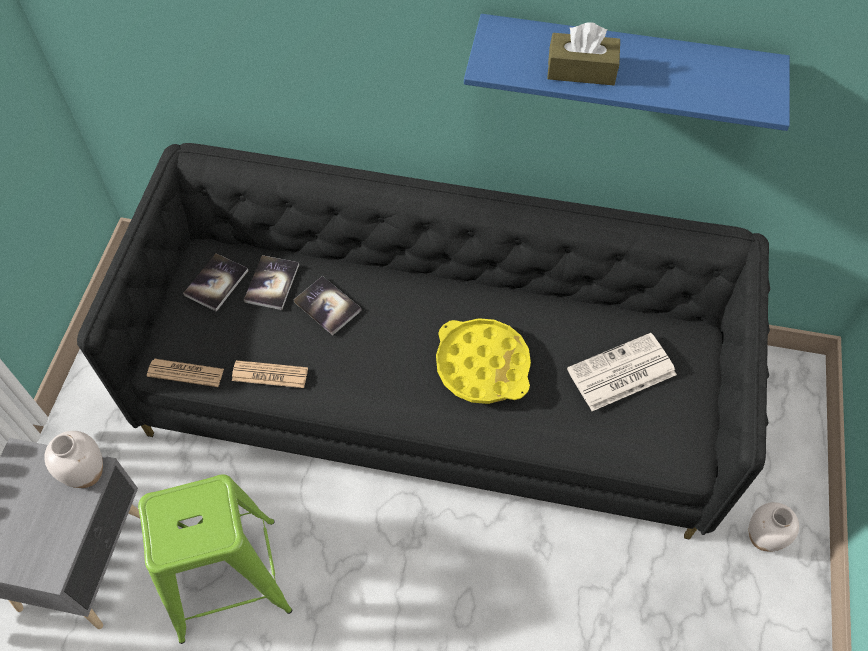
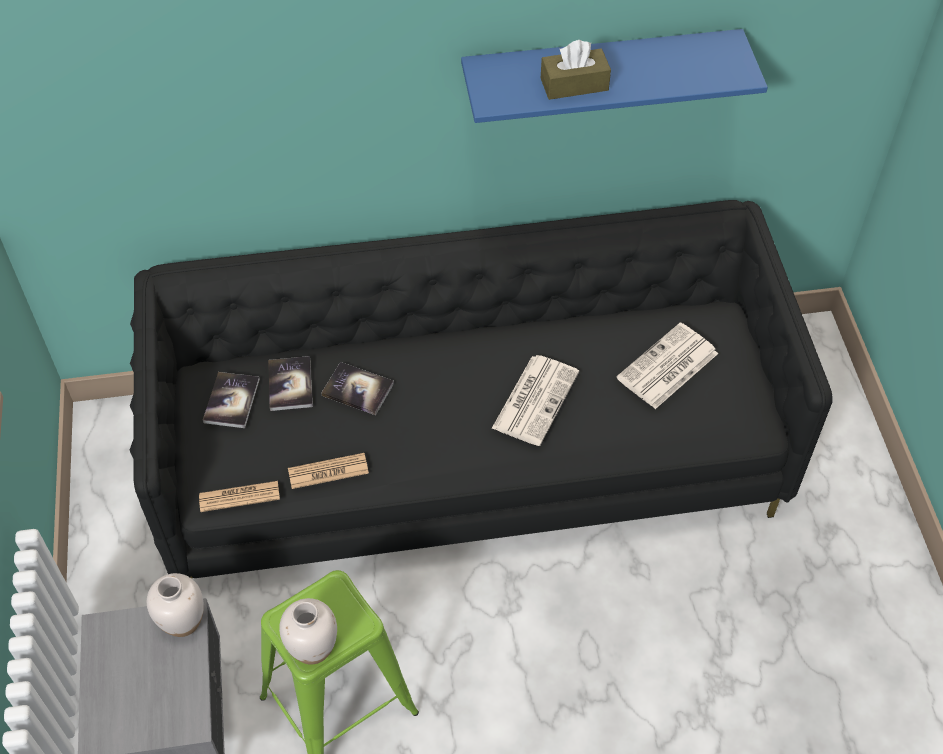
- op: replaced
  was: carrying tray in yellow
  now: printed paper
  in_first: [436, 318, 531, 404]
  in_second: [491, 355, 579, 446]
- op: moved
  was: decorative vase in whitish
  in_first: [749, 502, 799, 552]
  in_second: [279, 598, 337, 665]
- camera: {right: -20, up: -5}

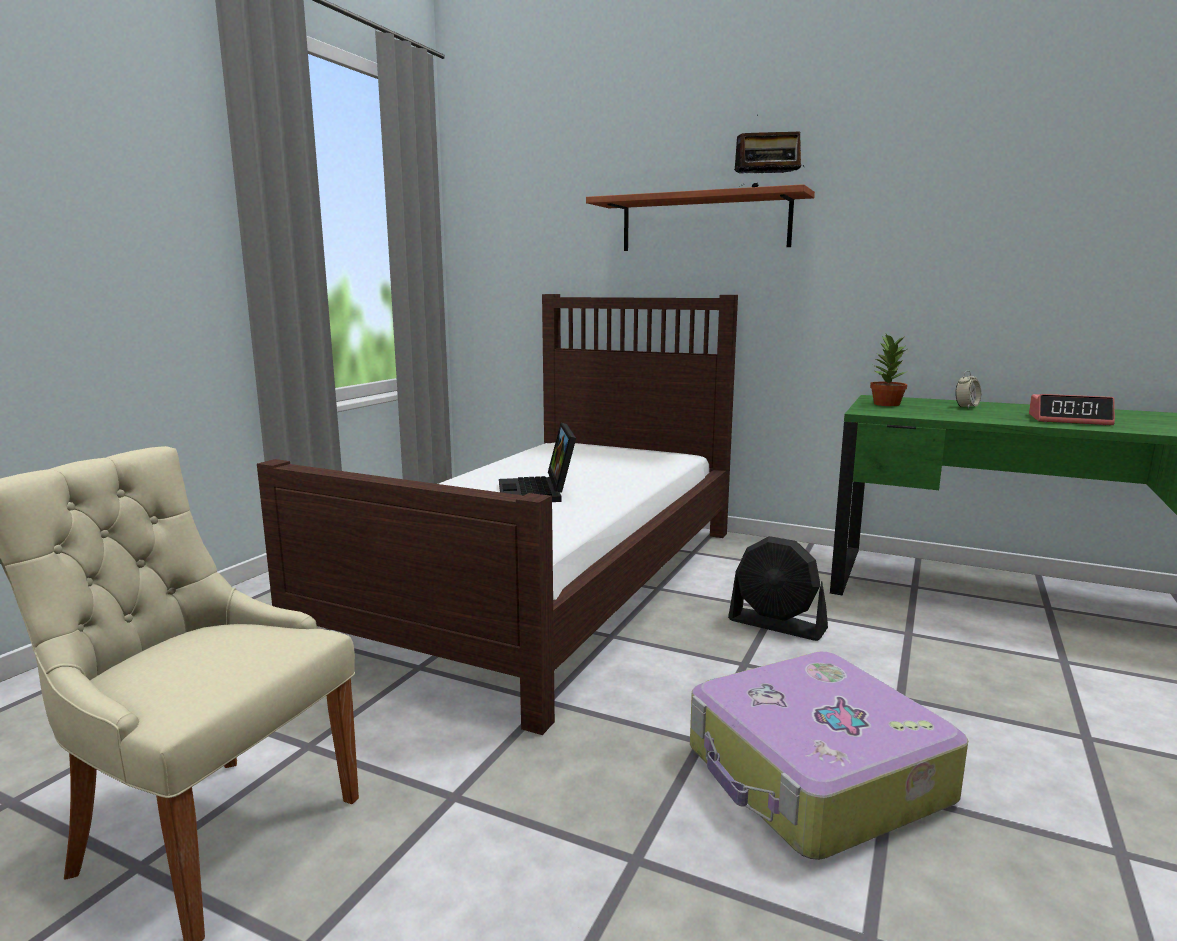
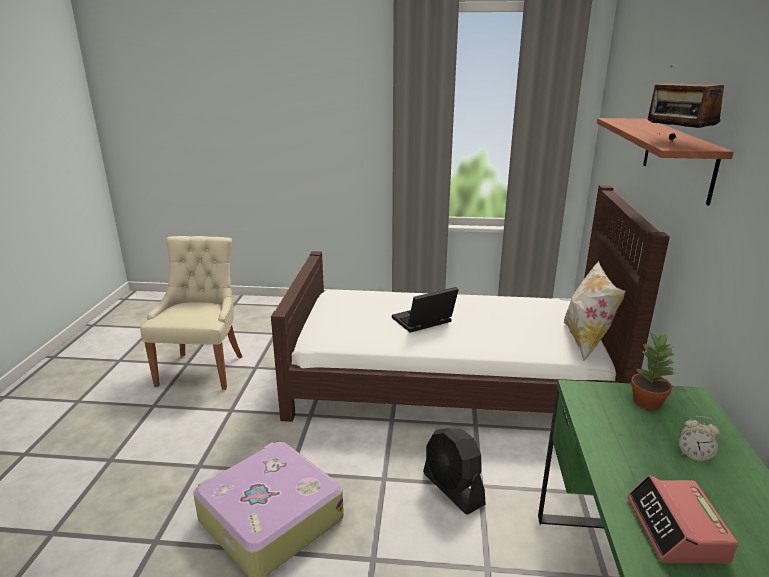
- op: turned
  was: cooling fan in blackish
  in_first: [728, 536, 828, 641]
  in_second: [423, 428, 486, 515]
  clockwise: -45
- op: added
  now: throw pillow
  in_second: [563, 261, 626, 361]
- camera: {right: 70, up: 10}

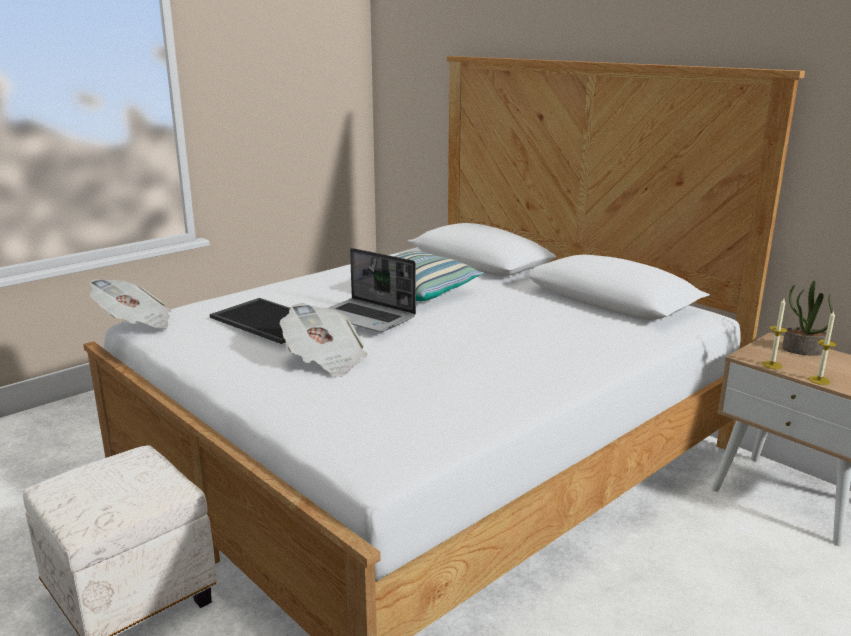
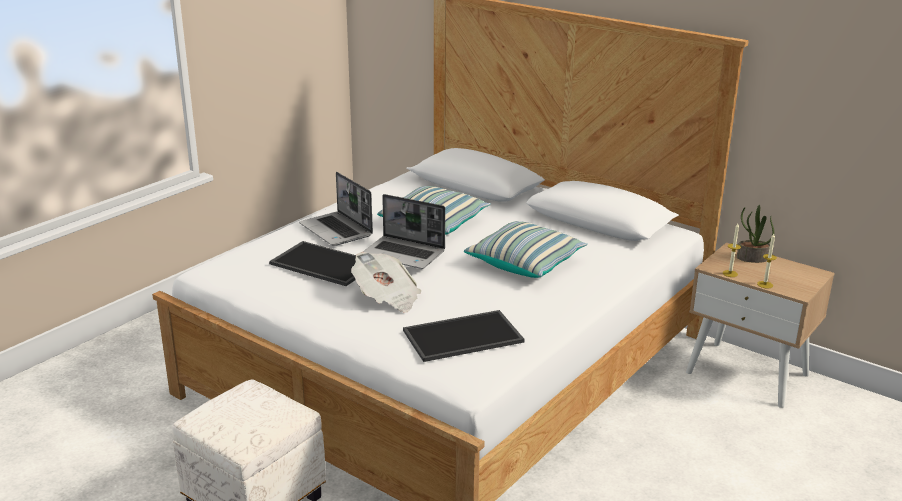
- op: removed
  was: printed paper
  in_first: [89, 279, 171, 329]
- op: added
  now: portable computer
  in_second: [299, 172, 373, 246]
- op: added
  now: carrying tray
  in_second: [403, 310, 525, 362]
- op: added
  now: throw pillow
  in_second: [464, 221, 588, 278]
- camera: {right: -10, up: 5}

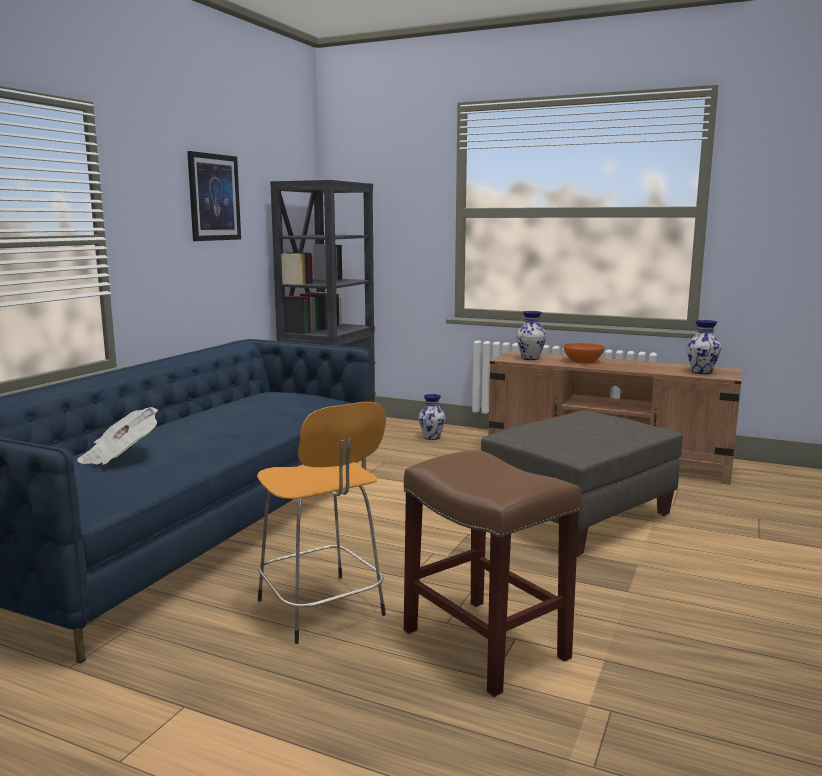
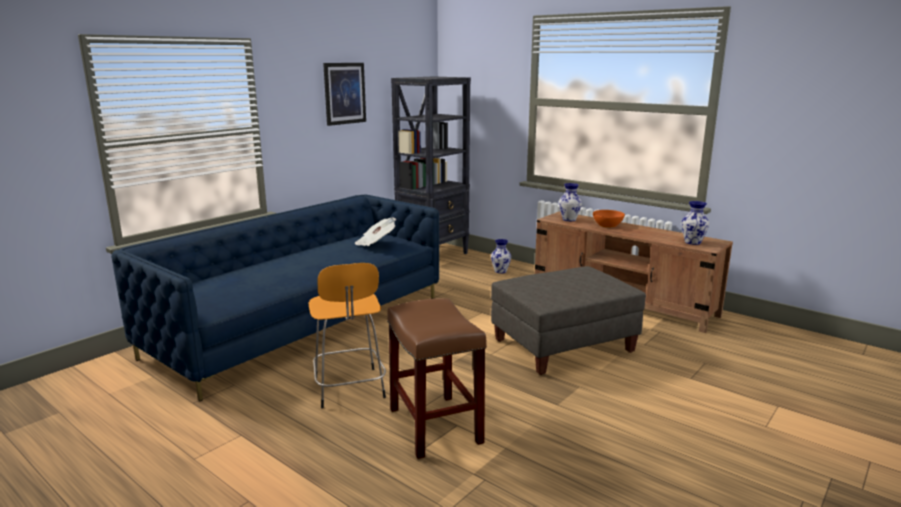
- op: moved
  was: printed paper
  in_first: [77, 407, 158, 465]
  in_second: [355, 218, 396, 246]
- camera: {right: 15, up: 5}

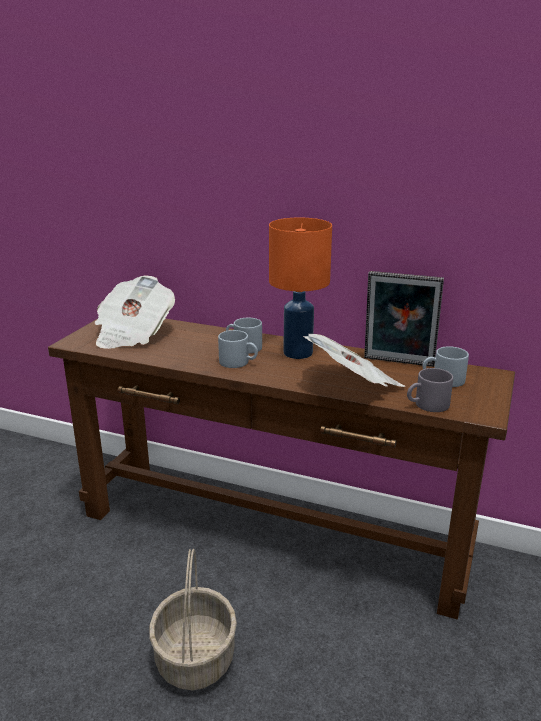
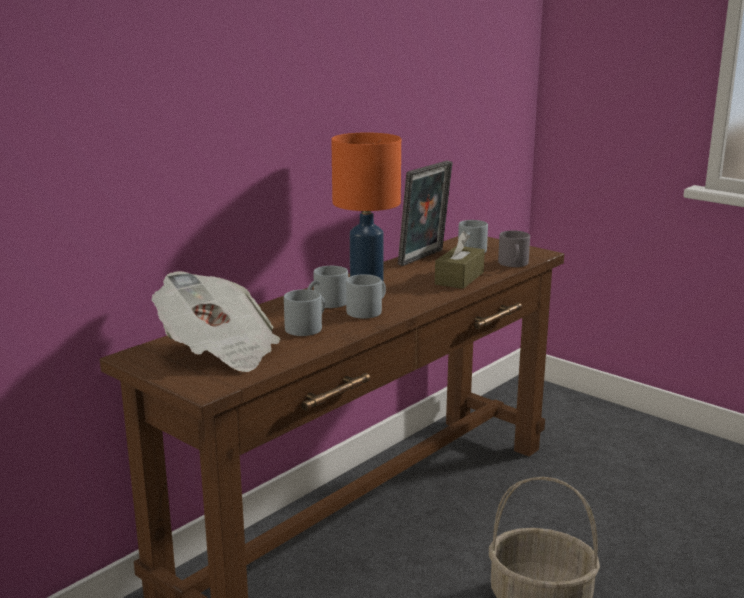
- op: replaced
  was: printed paper
  now: tissue holder in brown-coloured
  in_first: [303, 334, 406, 387]
  in_second: [435, 231, 485, 289]
- op: added
  now: tea mug in grey
  in_second: [284, 289, 325, 336]
- camera: {right: -70, up: -5}

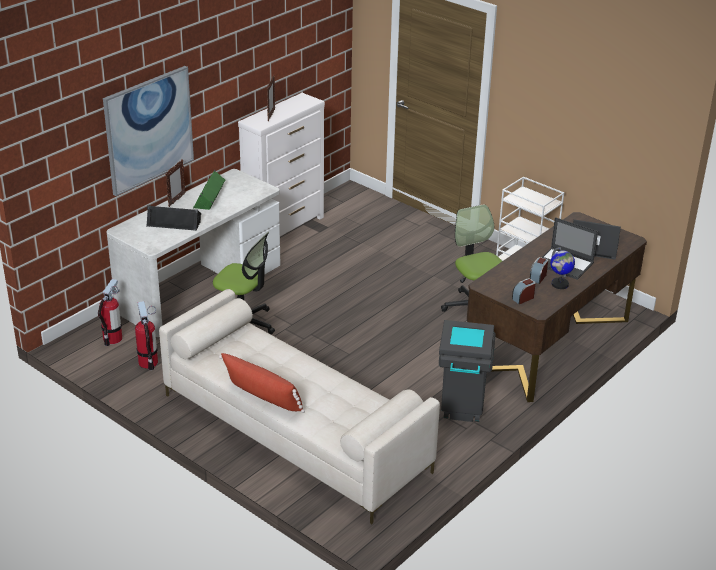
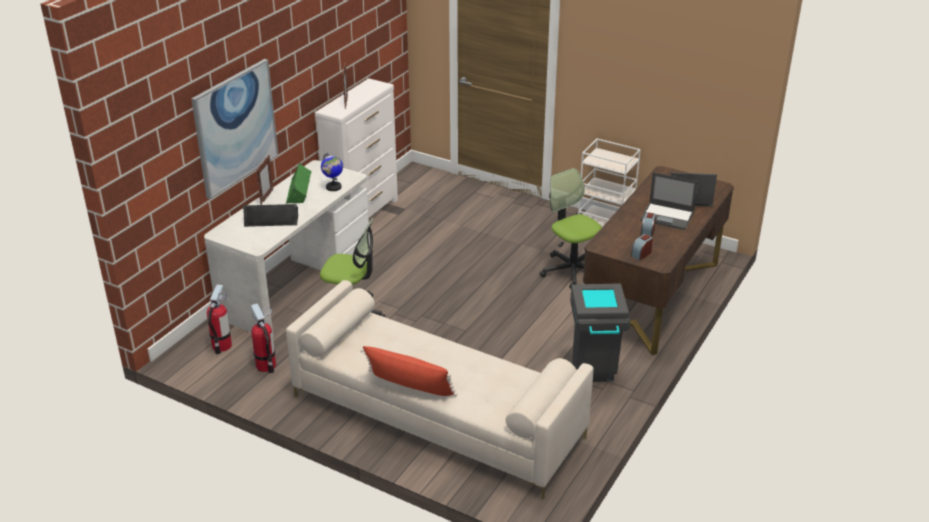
- op: moved
  was: world globe
  in_first: [550, 247, 575, 289]
  in_second: [321, 153, 343, 191]
- camera: {right: -10, up: 0}

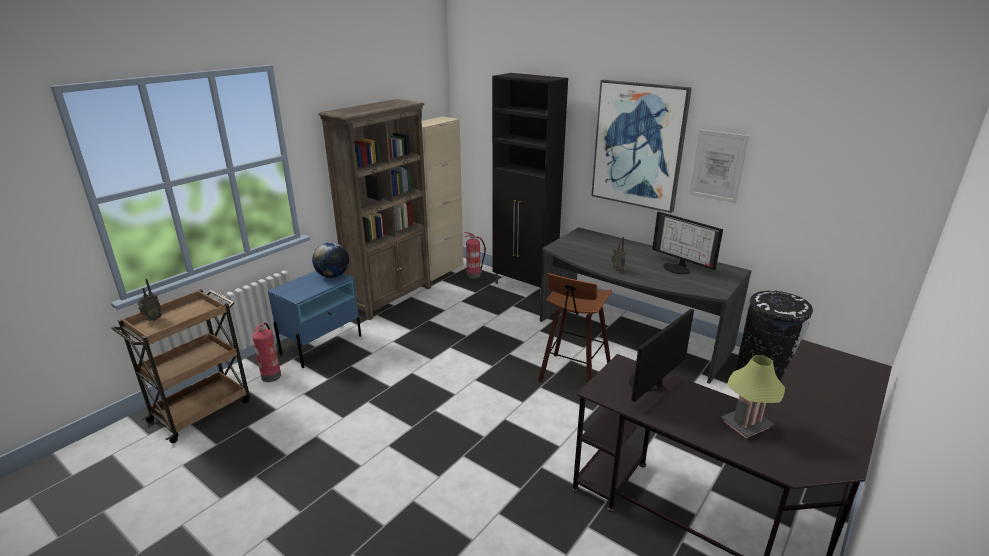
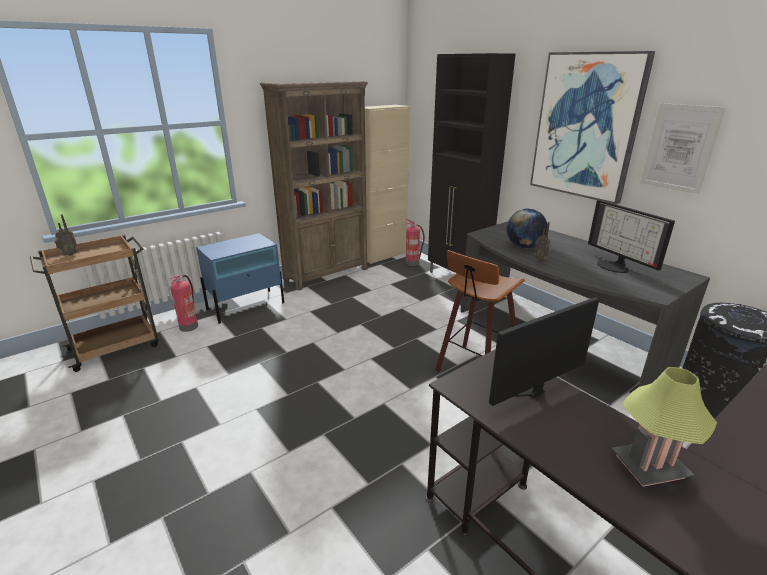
- op: moved
  was: world globe
  in_first: [312, 242, 349, 278]
  in_second: [507, 209, 548, 248]
- camera: {right: 15, up: 0}

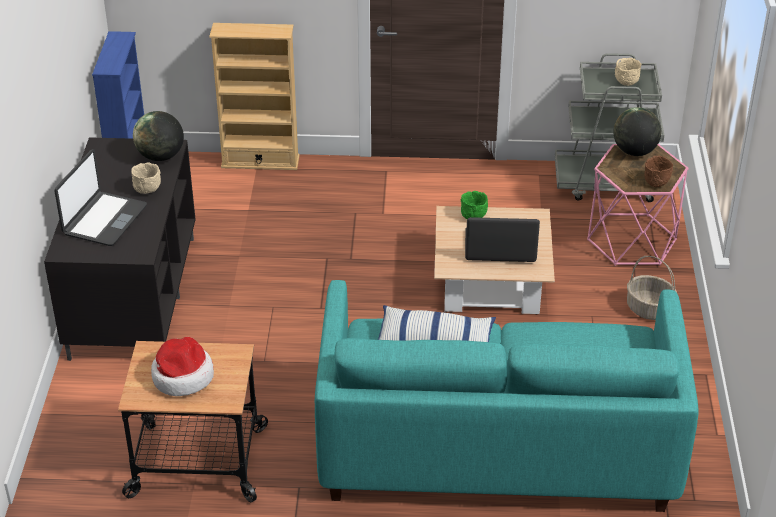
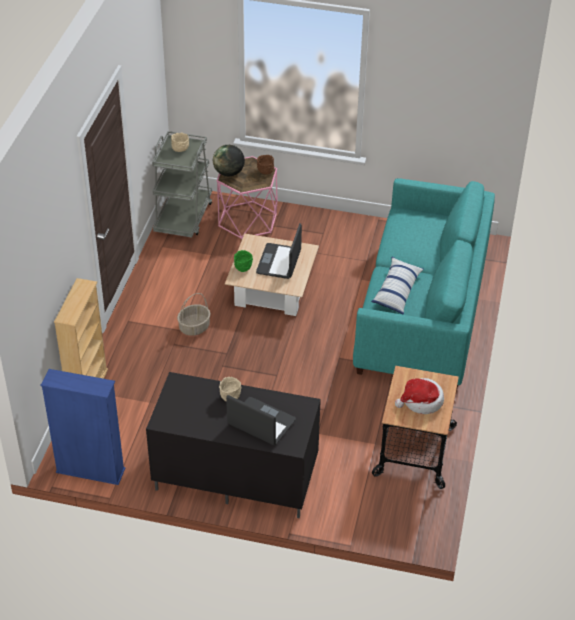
- op: removed
  was: world globe
  in_first: [133, 111, 184, 161]
- op: moved
  was: household basket
  in_first: [627, 256, 677, 320]
  in_second: [177, 293, 211, 336]
- camera: {right: -80, up: 5}

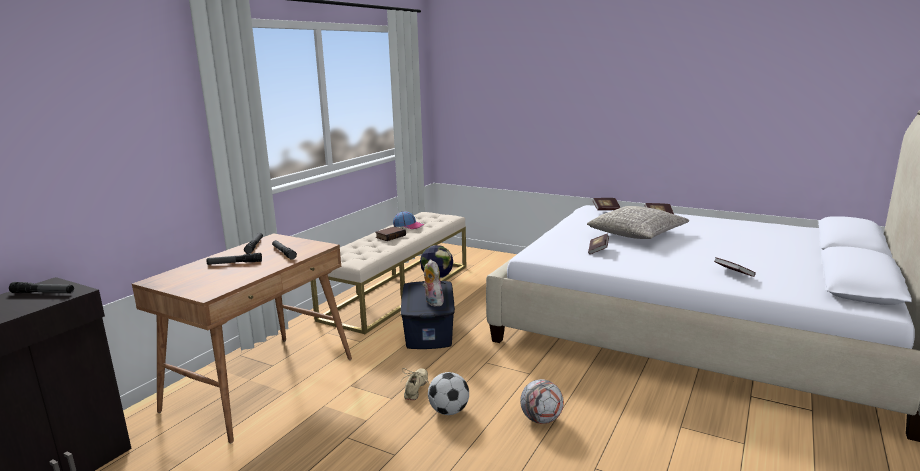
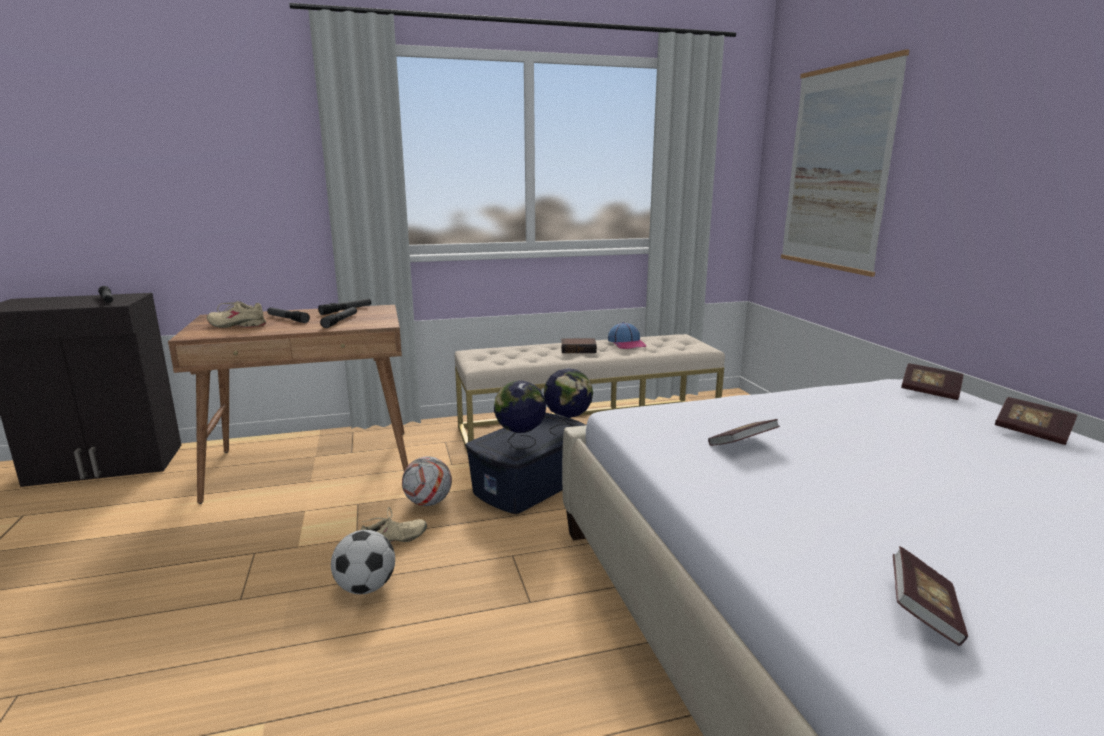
- op: replaced
  was: cuddly toy
  now: world globe
  in_first: [423, 259, 444, 307]
  in_second: [494, 381, 546, 449]
- op: moved
  was: football
  in_first: [520, 379, 564, 424]
  in_second: [402, 456, 452, 506]
- op: removed
  was: throw pillow in grey
  in_first: [587, 206, 689, 239]
- op: added
  now: low shoe in beige
  in_second: [207, 301, 266, 328]
- op: added
  now: wall picture
  in_second: [781, 50, 909, 277]
- camera: {right: 45, up: 0}

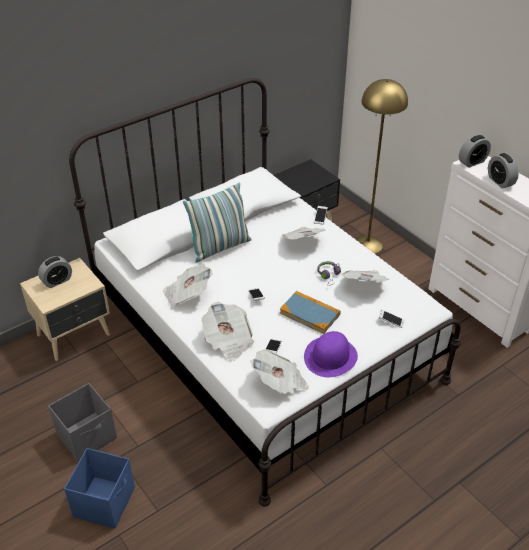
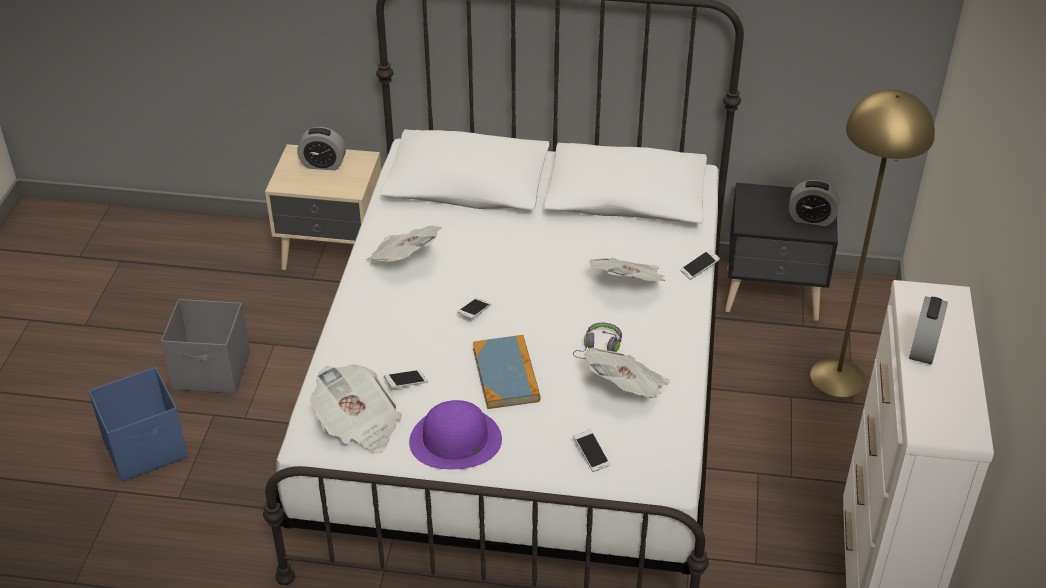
- op: removed
  was: throw pillow
  in_first: [183, 182, 252, 263]
- op: removed
  was: printed paper
  in_first: [201, 302, 254, 361]
- op: moved
  was: bedside clock
  in_first: [459, 135, 491, 168]
  in_second: [789, 180, 839, 226]
- camera: {right: 45, up: 0}

